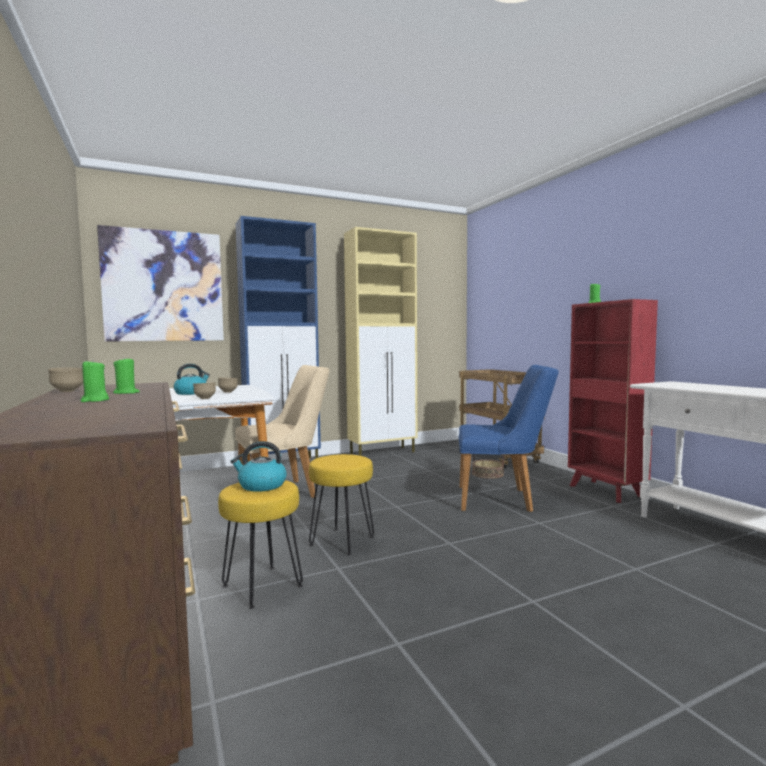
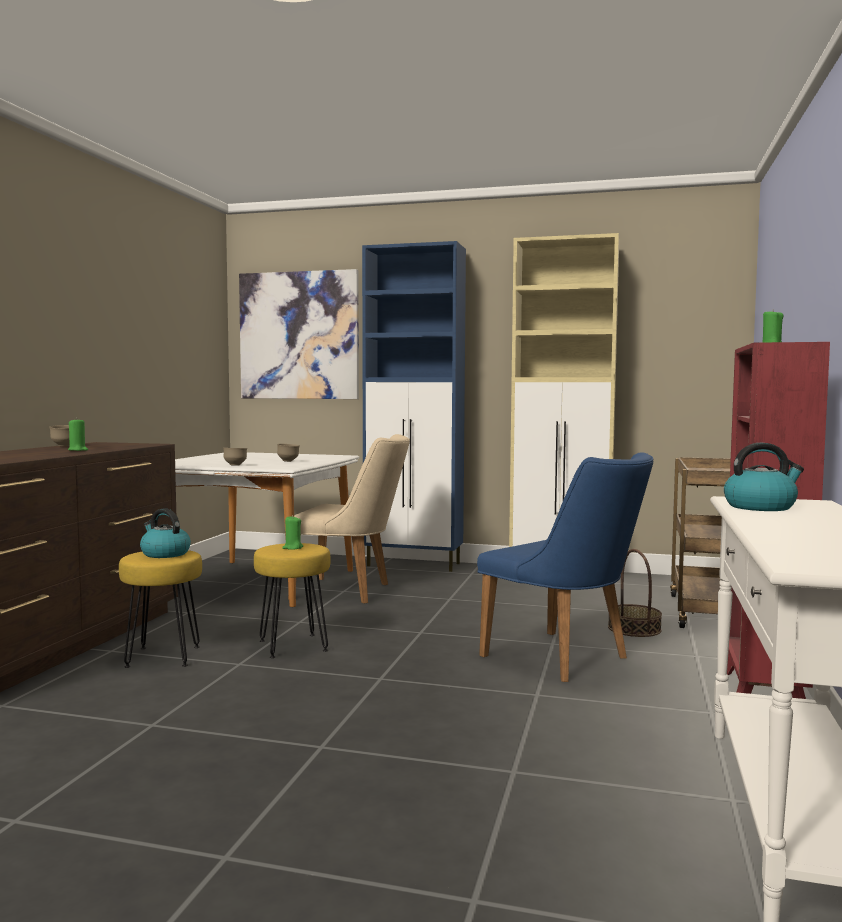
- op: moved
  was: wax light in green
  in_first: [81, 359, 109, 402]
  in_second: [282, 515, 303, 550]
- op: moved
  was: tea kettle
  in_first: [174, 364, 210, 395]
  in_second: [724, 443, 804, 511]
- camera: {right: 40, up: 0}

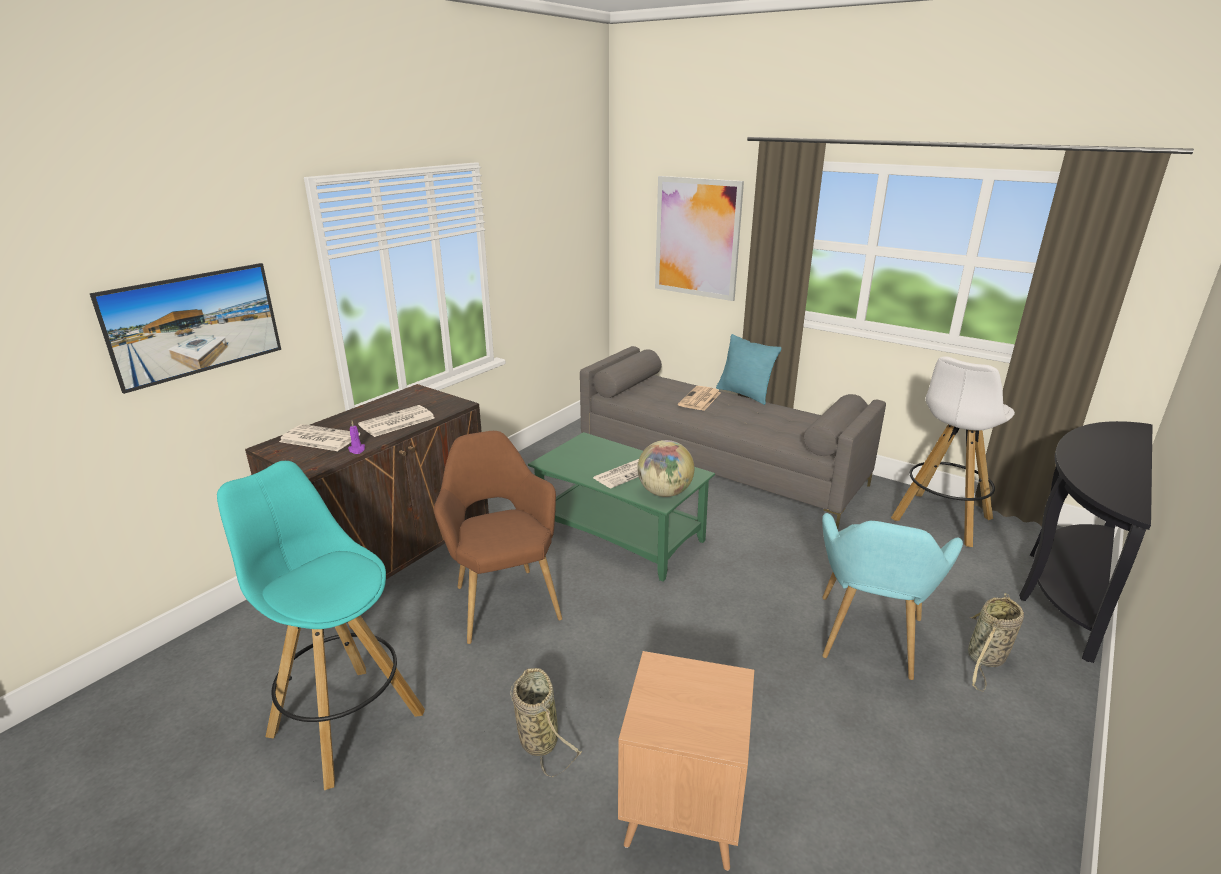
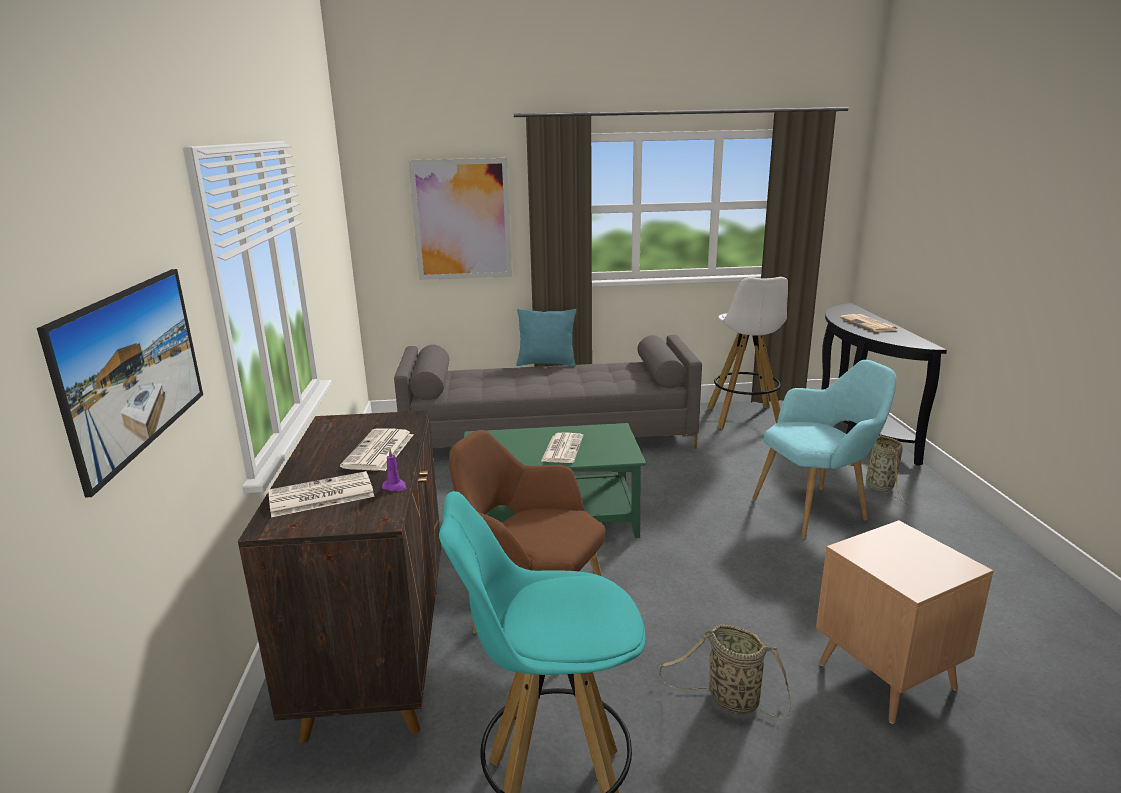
- op: removed
  was: world globe
  in_first: [637, 440, 694, 497]
- op: moved
  was: printed paper
  in_first: [678, 386, 721, 411]
  in_second: [840, 314, 898, 332]
- op: turned
  was: lounge chair in blue-green
  in_first: [822, 513, 963, 680]
  in_second: [752, 360, 896, 540]
  clockwise: -90
- camera: {right: -40, up: -5}

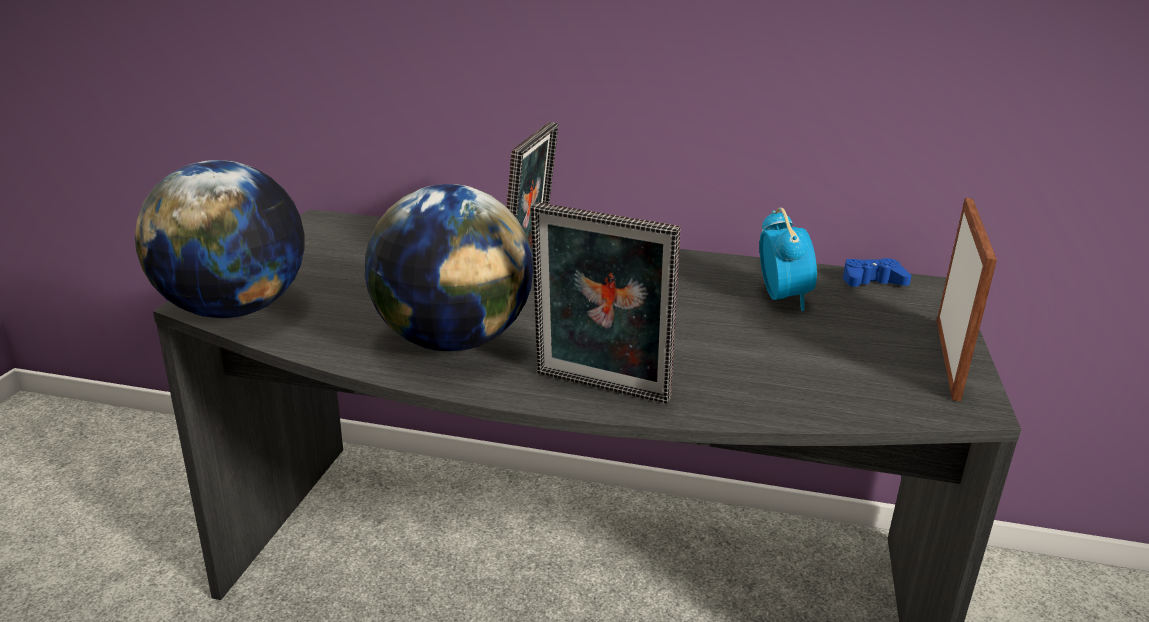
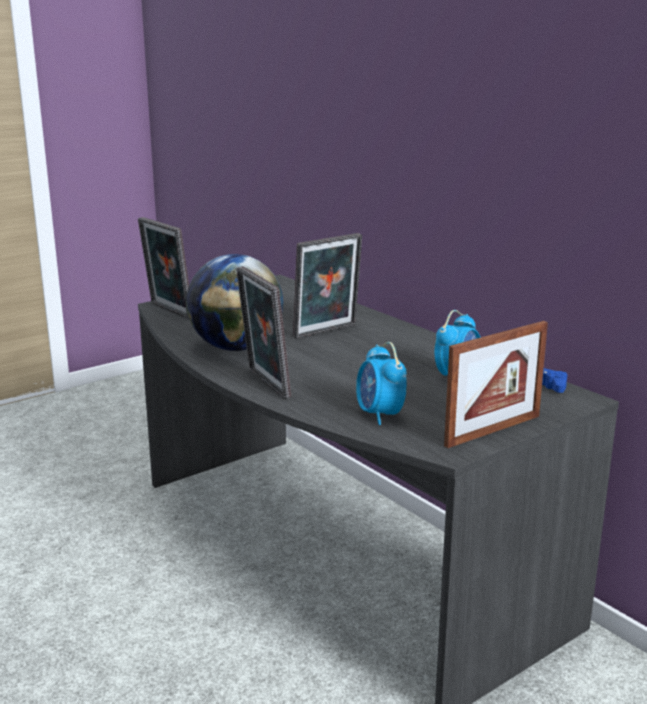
- op: replaced
  was: world globe
  now: standing frame
  in_first: [135, 160, 305, 318]
  in_second: [138, 217, 189, 319]
- op: added
  now: bedside clock
  in_second: [356, 342, 407, 425]
- camera: {right: 40, up: -5}

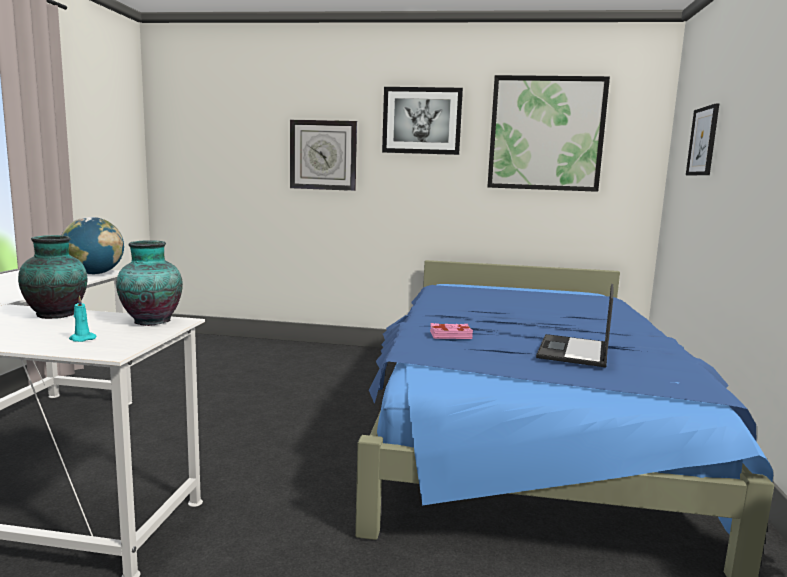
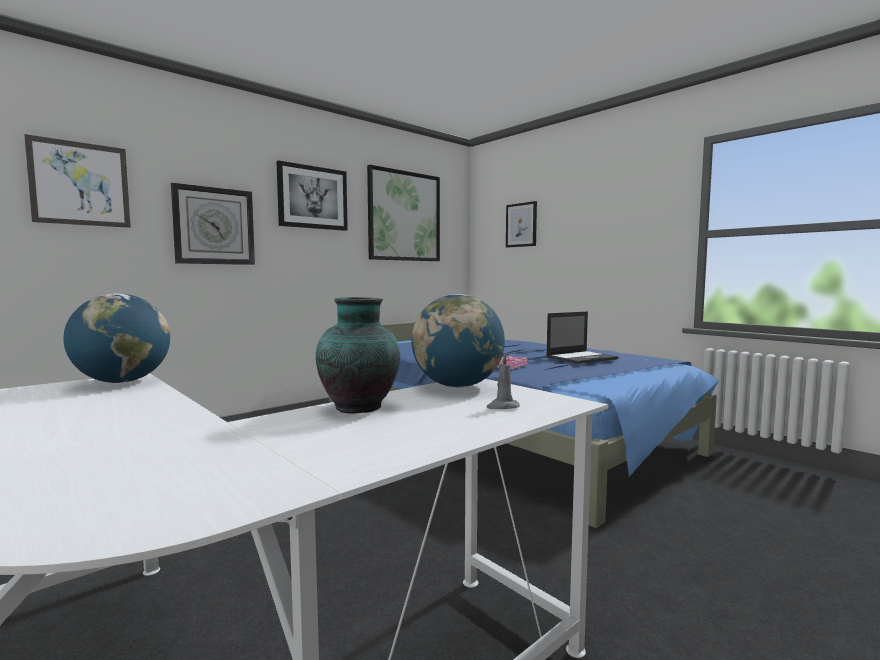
- op: recoloured
  was: wax light in blue-green
  now: wax light in grey
  in_first: [69, 295, 97, 342]
  in_second: [486, 353, 520, 409]
- op: replaced
  was: decorative vase
  now: world globe
  in_first: [116, 241, 183, 326]
  in_second: [412, 294, 505, 388]
- op: turned
  was: portable computer
  in_first: [536, 284, 613, 368]
  in_second: [546, 311, 618, 364]
  clockwise: -90
- op: added
  now: wall picture
  in_second: [24, 134, 131, 228]
- camera: {right: -50, up: -5}

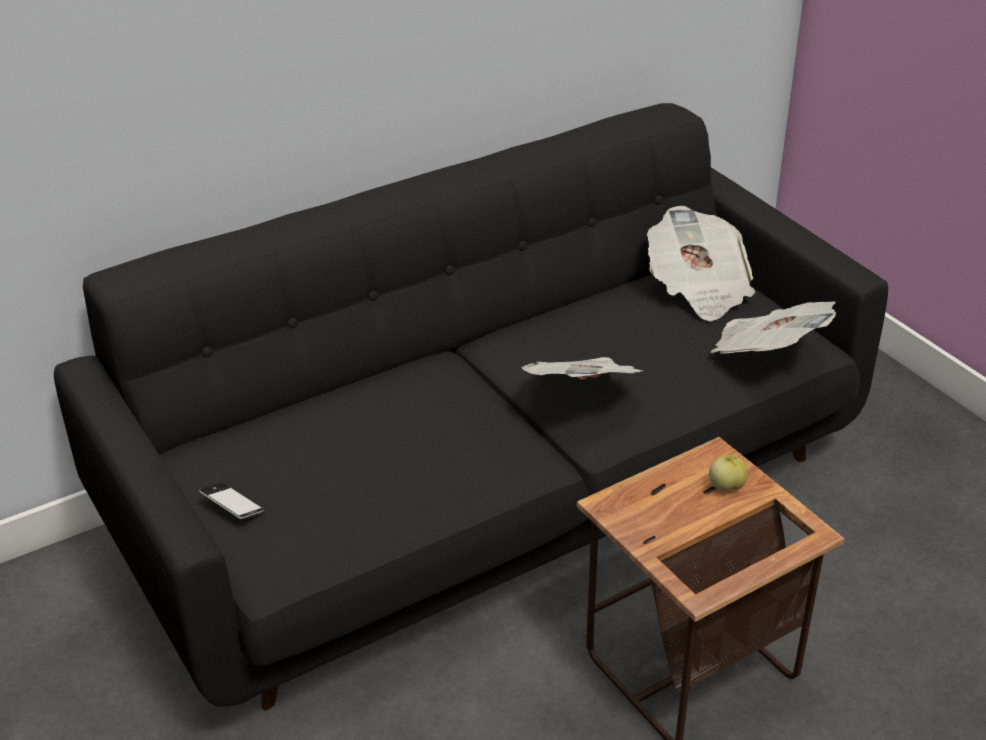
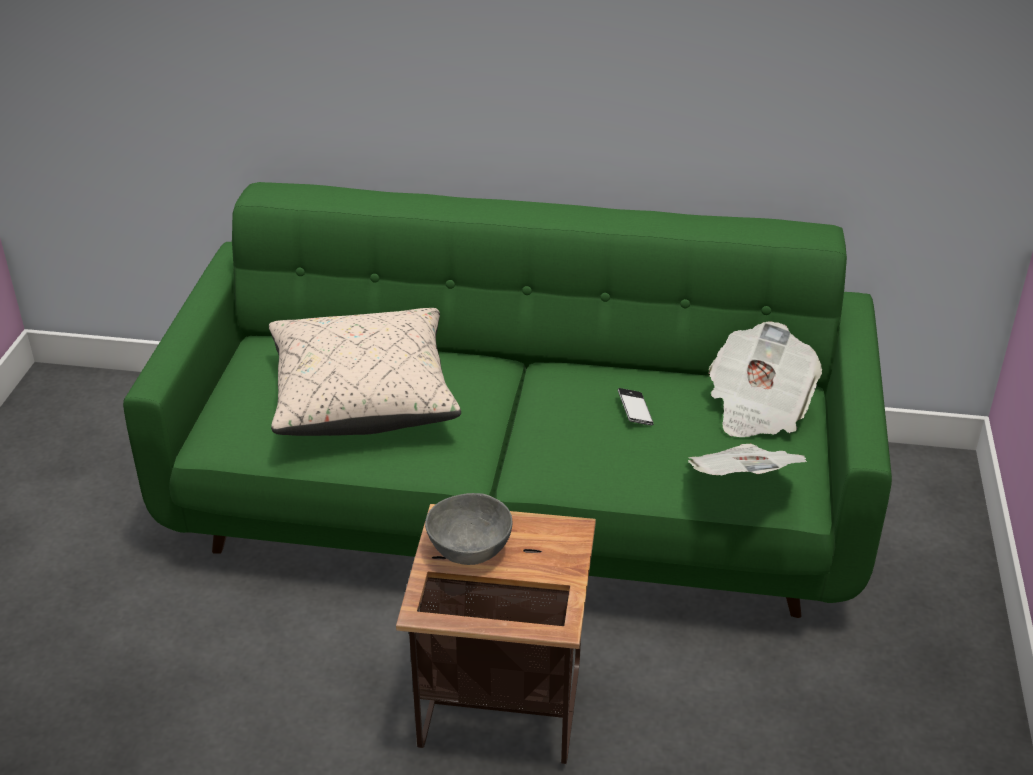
- op: recoloured
  was: couch in blackish
  now: couch in green
  in_first: [54, 103, 888, 710]
  in_second: [123, 182, 892, 618]
- op: moved
  was: phone
  in_first: [199, 483, 264, 519]
  in_second: [618, 388, 654, 426]
- op: removed
  was: printed paper
  in_first: [521, 357, 643, 380]
- op: removed
  was: apple
  in_first: [709, 455, 747, 491]
- op: added
  now: throw pillow in beige
  in_second: [269, 308, 461, 436]
- op: added
  now: deep dish in grey
  in_second: [425, 493, 512, 565]
- camera: {right: 40, up: 0}

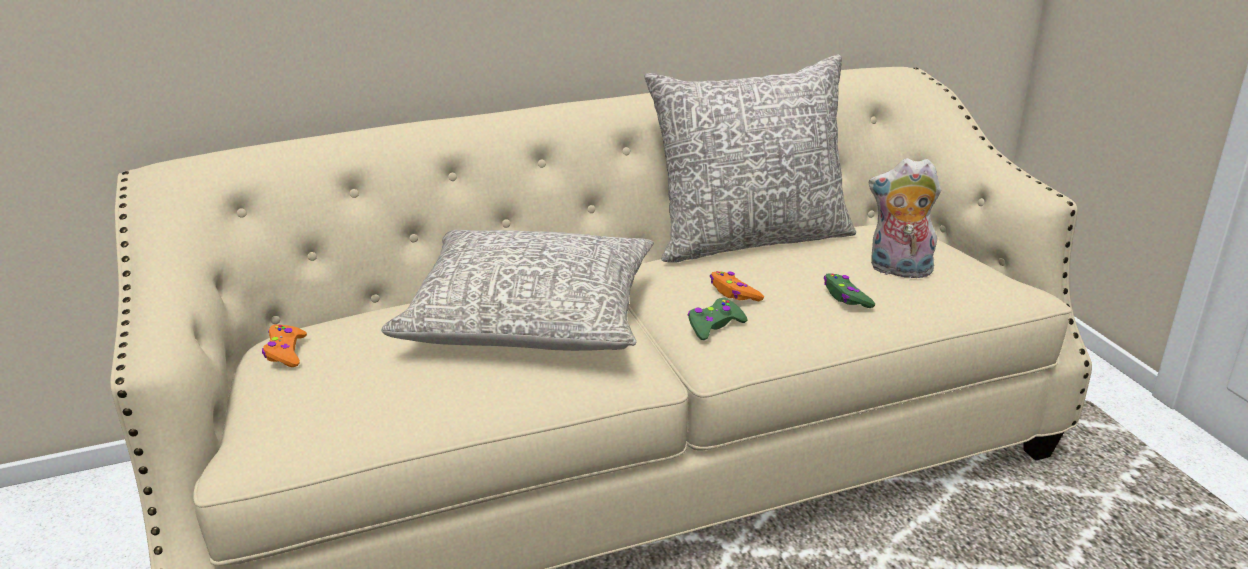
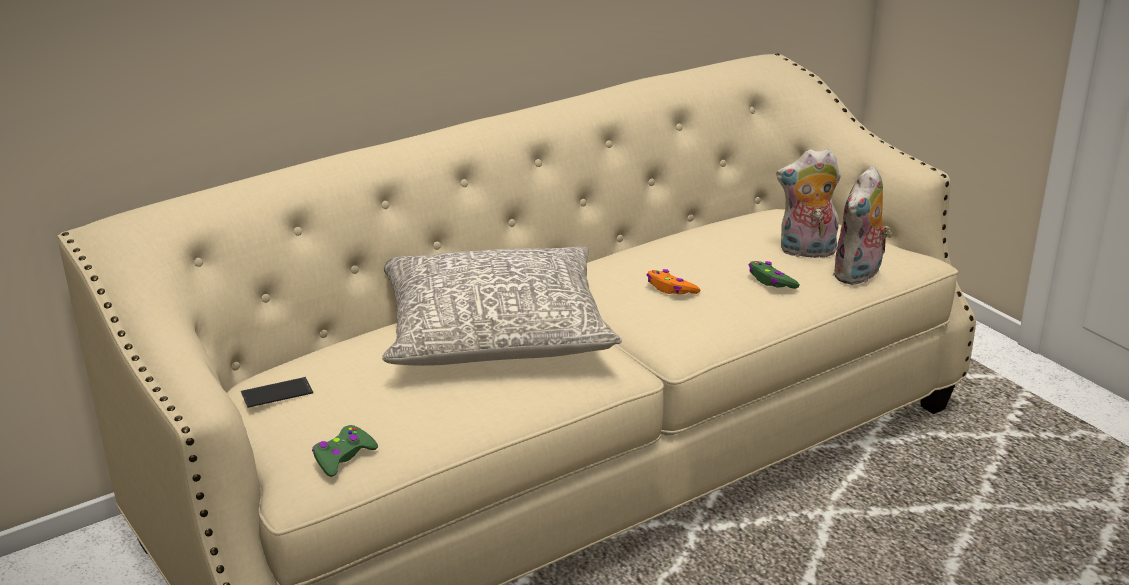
- op: replaced
  was: game controller in orange
  now: phone
  in_first: [262, 324, 307, 367]
  in_second: [241, 377, 313, 408]
- op: removed
  was: throw pillow in grey
  in_first: [645, 54, 856, 262]
- op: moved
  was: game controller in green
  in_first: [688, 298, 747, 340]
  in_second: [312, 425, 378, 477]
- op: added
  now: cuddly toy
  in_second: [832, 166, 891, 285]
- camera: {right: -15, up: 0}

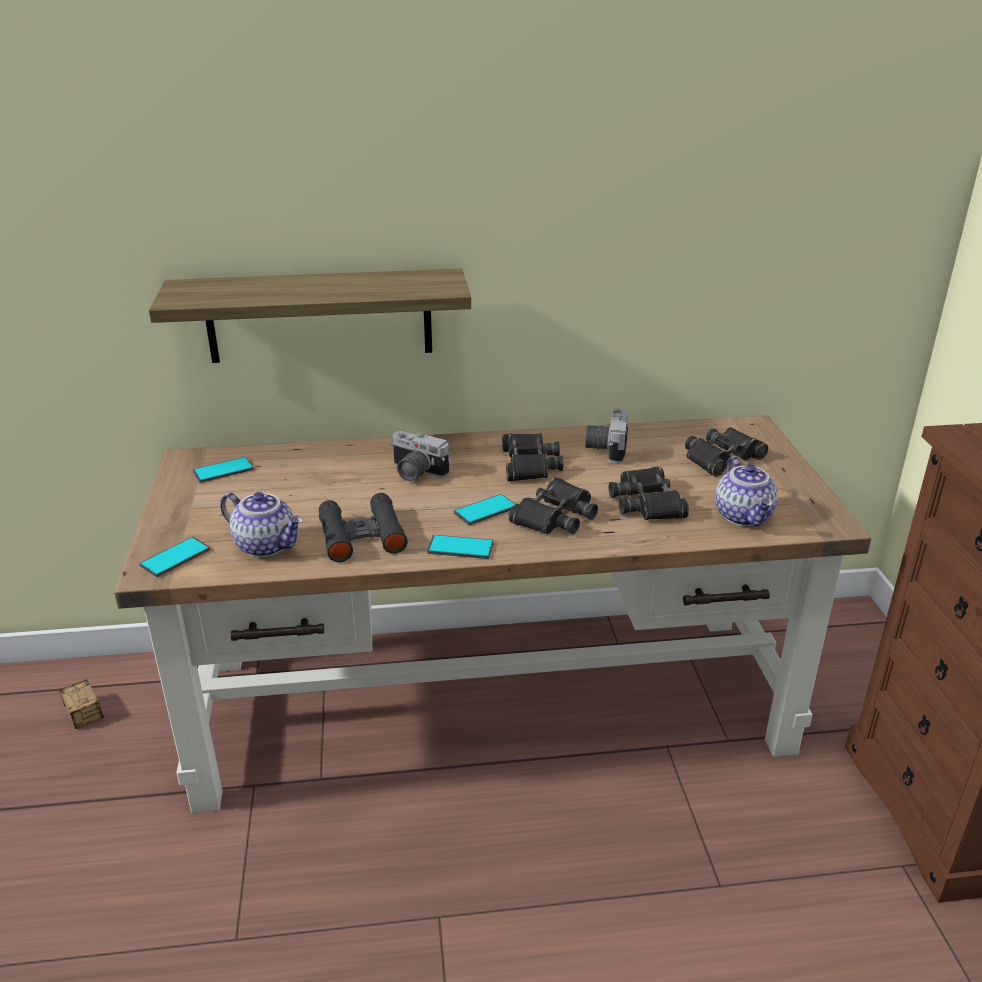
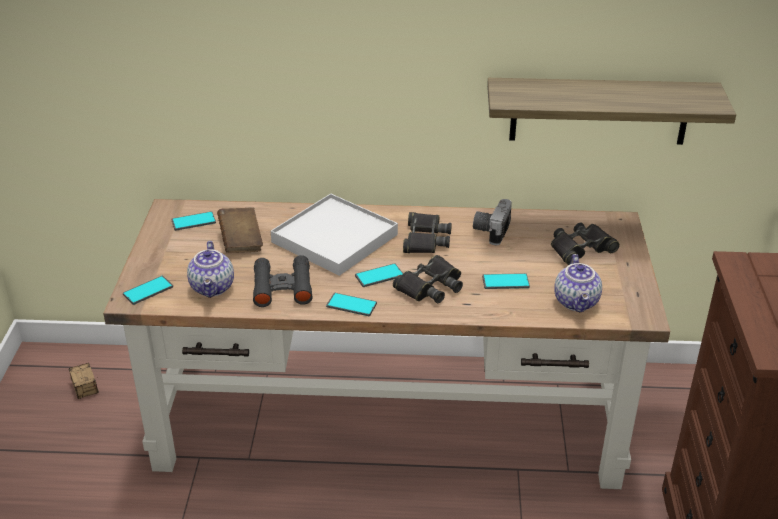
- op: moved
  was: shelf
  in_first: [149, 269, 471, 363]
  in_second: [487, 78, 736, 145]
- op: turned
  was: teapot
  in_first: [220, 492, 303, 557]
  in_second: [187, 241, 234, 298]
  clockwise: 45
- op: replaced
  was: photo camera
  now: carrying tray in whitish
  in_first: [390, 431, 450, 482]
  in_second: [271, 194, 398, 276]
- op: replaced
  was: pair of binoculars in blackish
  now: phone
  in_first: [608, 467, 689, 520]
  in_second: [482, 273, 530, 289]
- op: added
  now: volume in brown-coloured
  in_second: [217, 208, 263, 253]
- camera: {right: 10, up: 5}

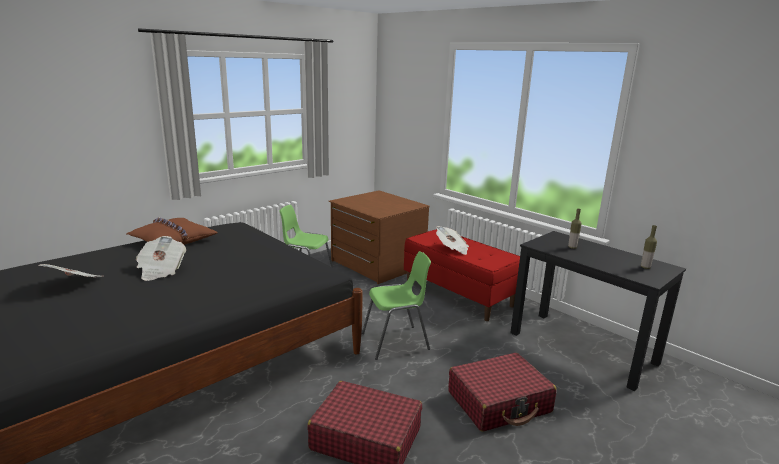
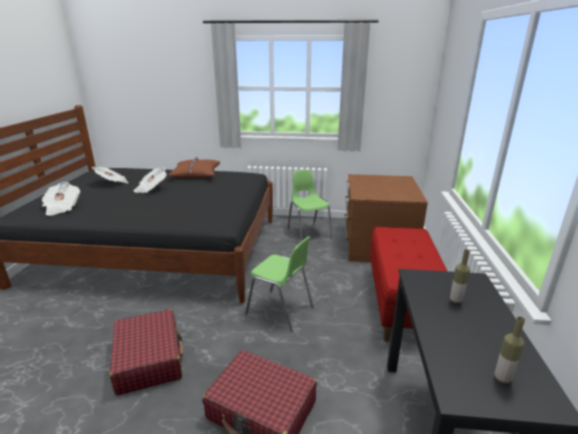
- op: moved
  was: printed paper
  in_first: [436, 226, 469, 255]
  in_second: [42, 182, 80, 216]
- camera: {right: 50, up: 5}

